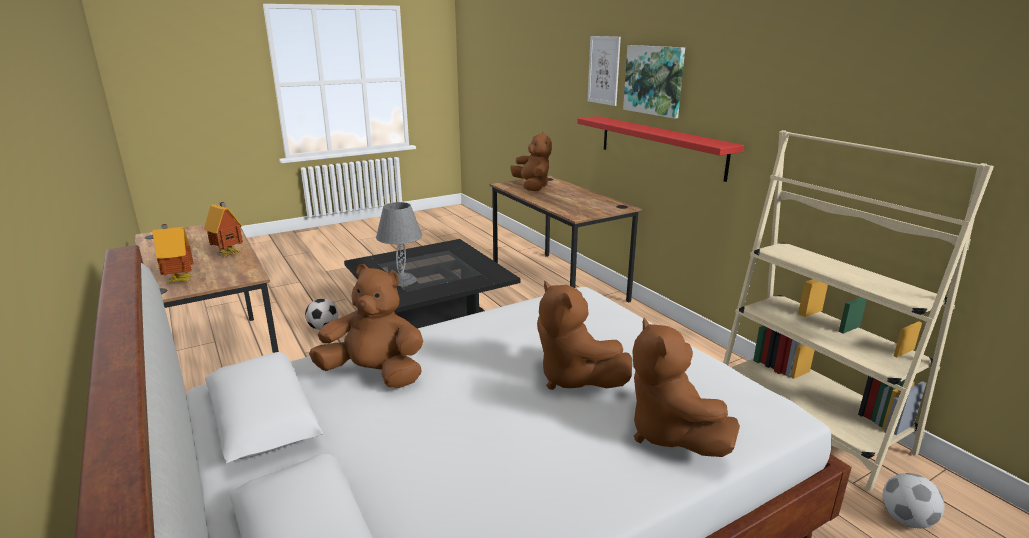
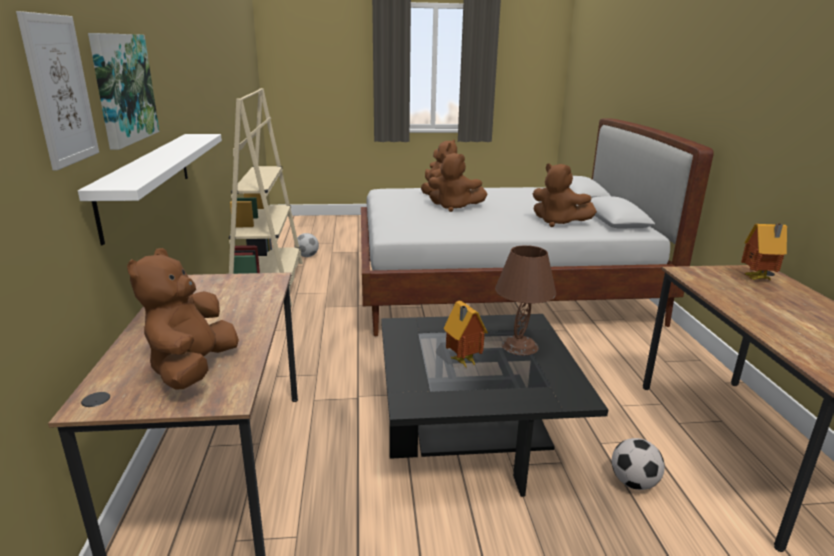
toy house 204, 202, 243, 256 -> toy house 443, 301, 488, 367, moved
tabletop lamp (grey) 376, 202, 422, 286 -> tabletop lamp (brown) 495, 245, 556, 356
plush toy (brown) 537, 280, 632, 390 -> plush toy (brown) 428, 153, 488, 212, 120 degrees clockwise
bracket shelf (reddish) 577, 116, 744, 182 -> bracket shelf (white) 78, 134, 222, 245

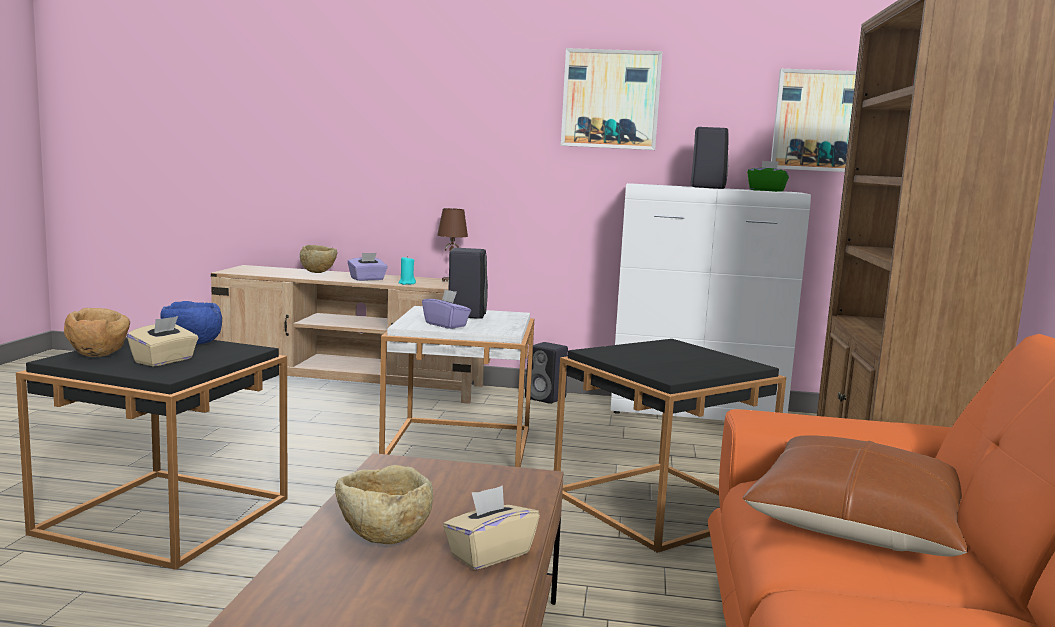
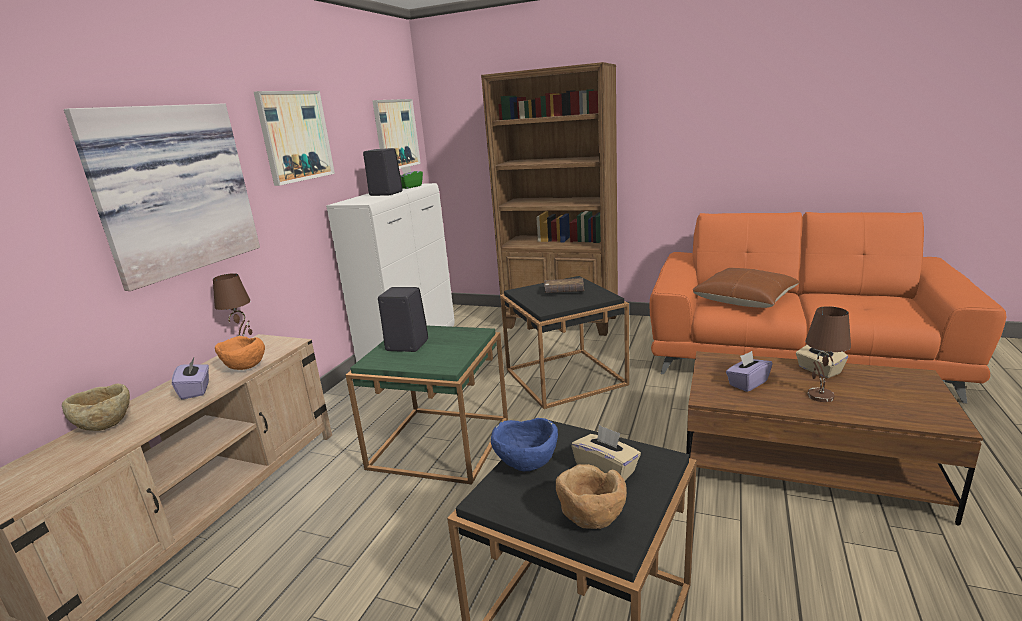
bowl (sand-coloured) 335, 465, 433, 544 -> tabletop lamp (brown) 805, 306, 851, 402
end table (white) 379, 306, 534, 467 -> end table (greenish) 346, 326, 508, 485
candle (blue-green) 398, 256, 416, 285 -> bowl (orange) 215, 336, 265, 370
tissue holder (purple-coloured) 422, 289, 471, 329 -> tissue holder (purple-coloured) 726, 351, 773, 392, moved
loudspeaker (blackish) 525, 342, 568, 404 -> none
none -> wall picture 64, 103, 260, 291
none -> book (brown) 544, 278, 584, 293

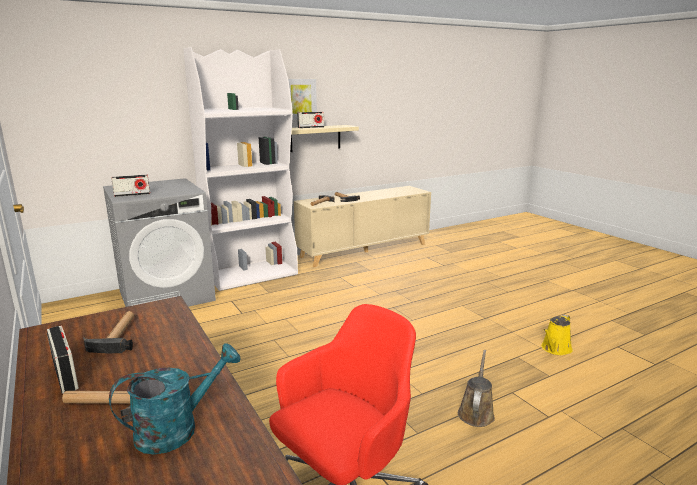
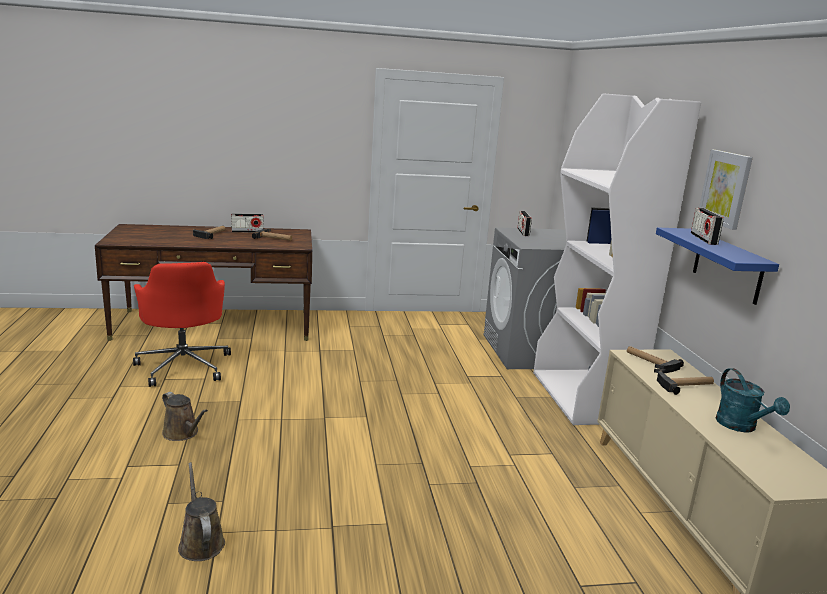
watering pot (blue-green) 109, 343, 241, 454 -> watering pot (blue-green) 716, 368, 790, 432, moved
bracket shelf (sand-coloured) 290, 125, 359, 152 -> bracket shelf (blue-coloured) 656, 227, 779, 305
watering pot (yellowish) 541, 315, 573, 355 -> watering pot (brown) 178, 462, 225, 561

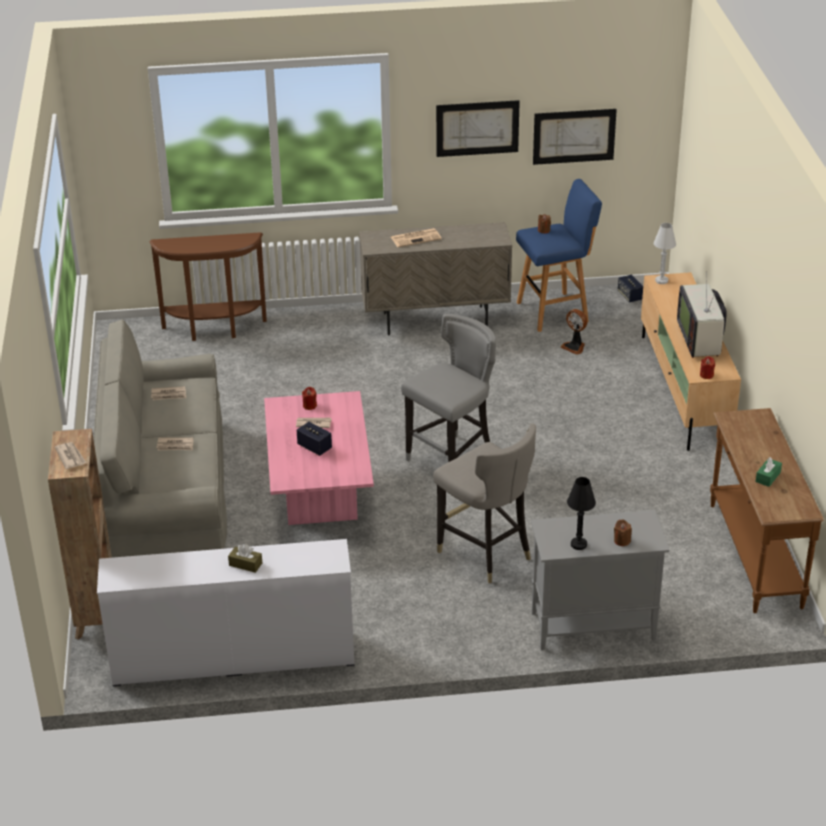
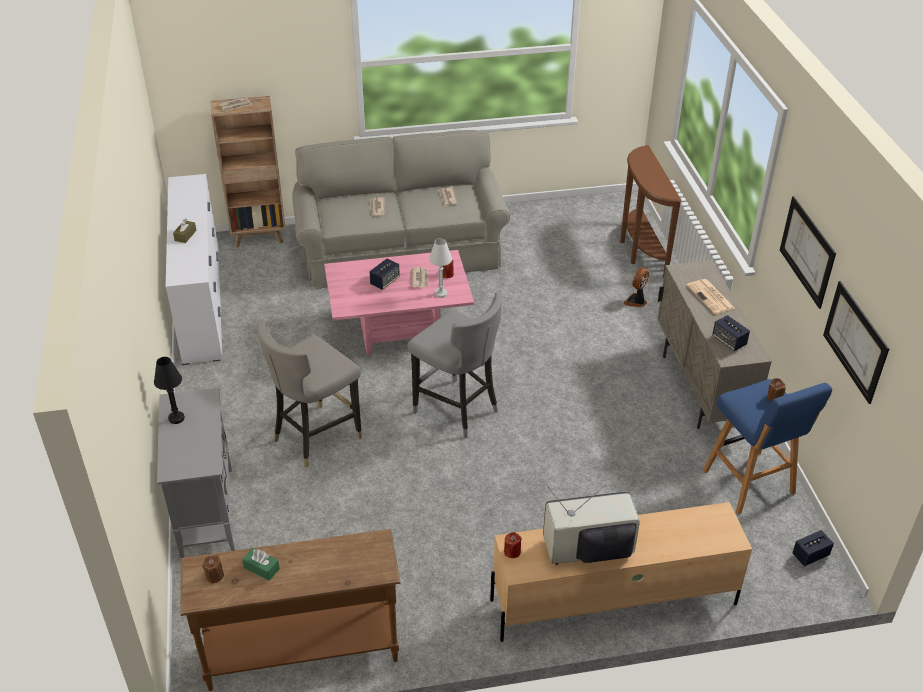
electric fan 560, 309, 588, 355 -> electric fan 623, 268, 649, 307, moved
candle (brown) 614, 519, 632, 546 -> candle (brown) 202, 555, 224, 584, moved
tabletop lamp (white) 654, 223, 676, 284 -> tabletop lamp (white) 429, 238, 452, 298, moved
none -> loudspeaker 712, 315, 750, 351

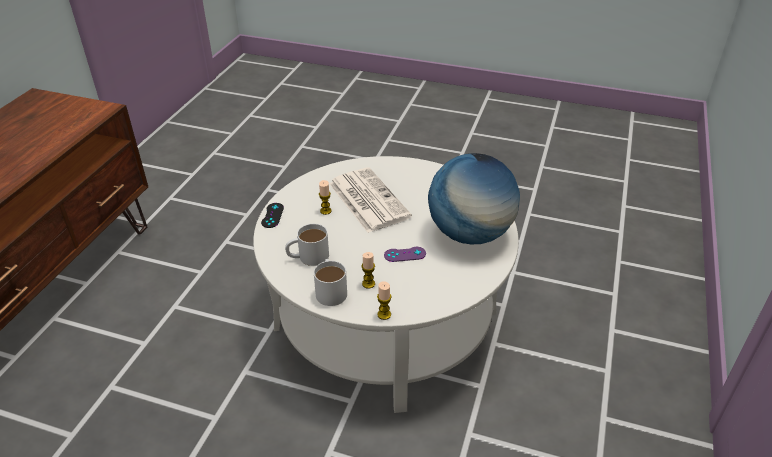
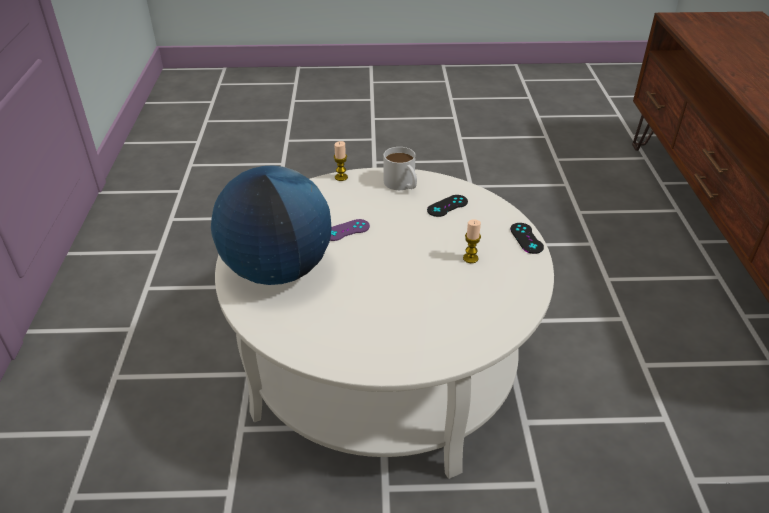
coffee mug (white) 285, 224, 329, 266 -> joypad (blackish) 427, 195, 468, 217
daily paper 329, 168, 412, 233 -> none
candle 361, 252, 375, 289 -> none

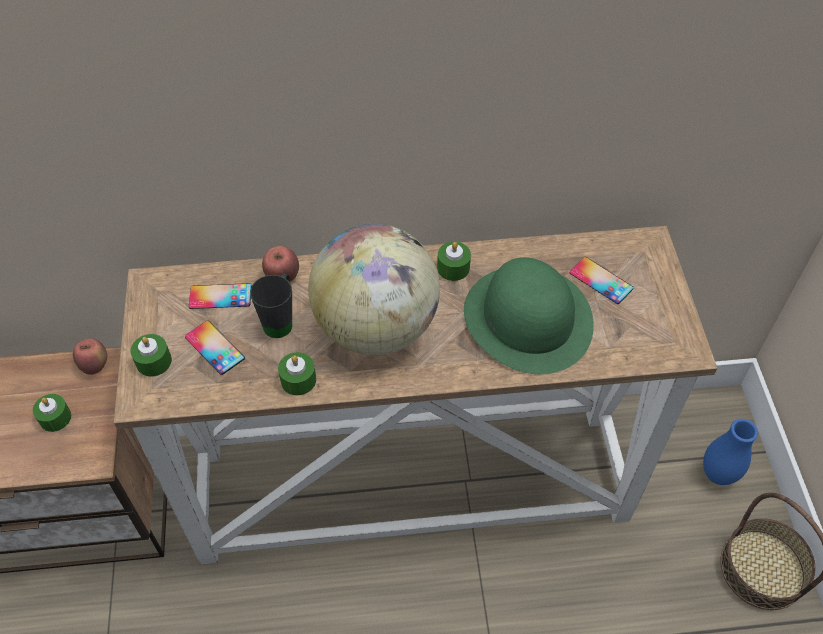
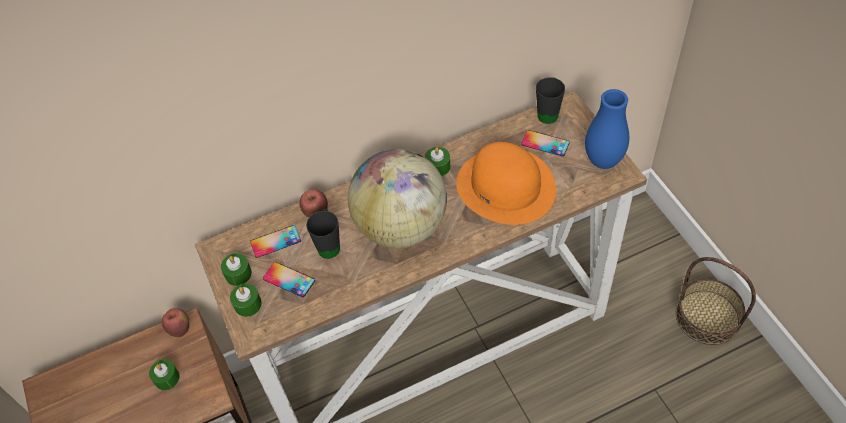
candle (greenish) 278, 352, 316, 395 -> candle (greenish) 221, 253, 252, 286, moved
hat (greenish) 464, 257, 594, 374 -> hat (orange) 456, 142, 556, 225
decorative vase (blue-coloured) 703, 419, 758, 485 -> decorative vase (blue-coloured) 585, 89, 629, 169, moved
none -> coffee mug (blackish) 536, 77, 565, 124

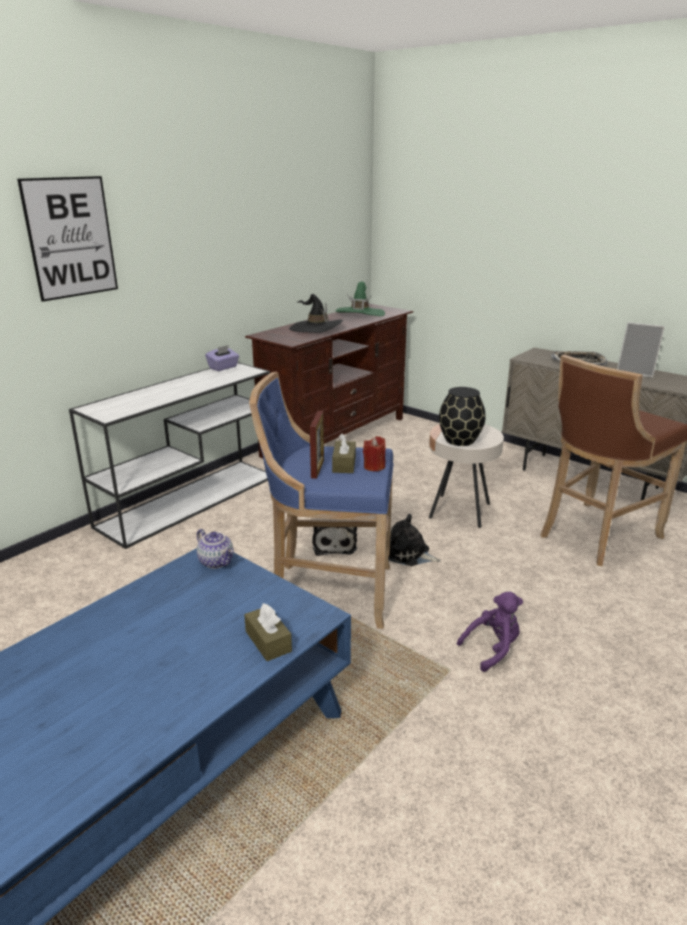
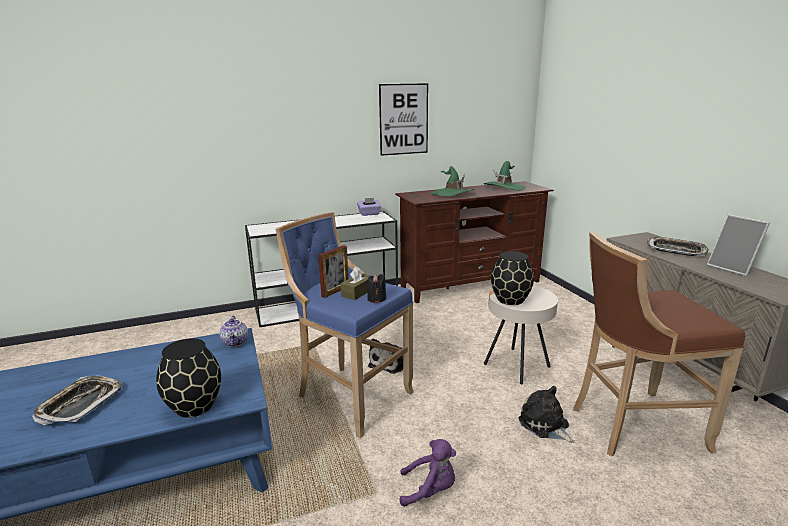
wall picture 17, 176, 118, 302 -> wall picture 379, 83, 428, 156, moved
tissue holder (brown) 244, 603, 292, 661 -> decorative vase (blackish) 156, 338, 221, 418
hat (blackish) 289, 294, 343, 333 -> hat (greenish) 430, 166, 474, 196
candle (reddish) 363, 436, 386, 472 -> candle (blackish) 366, 274, 386, 303
plush toy 388, 514, 441, 566 -> plush toy 519, 386, 575, 443, moved
none -> serving tray 32, 376, 123, 425

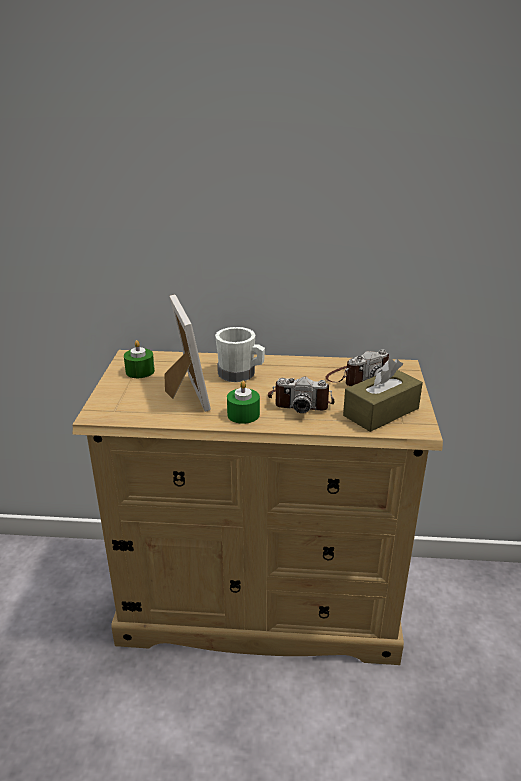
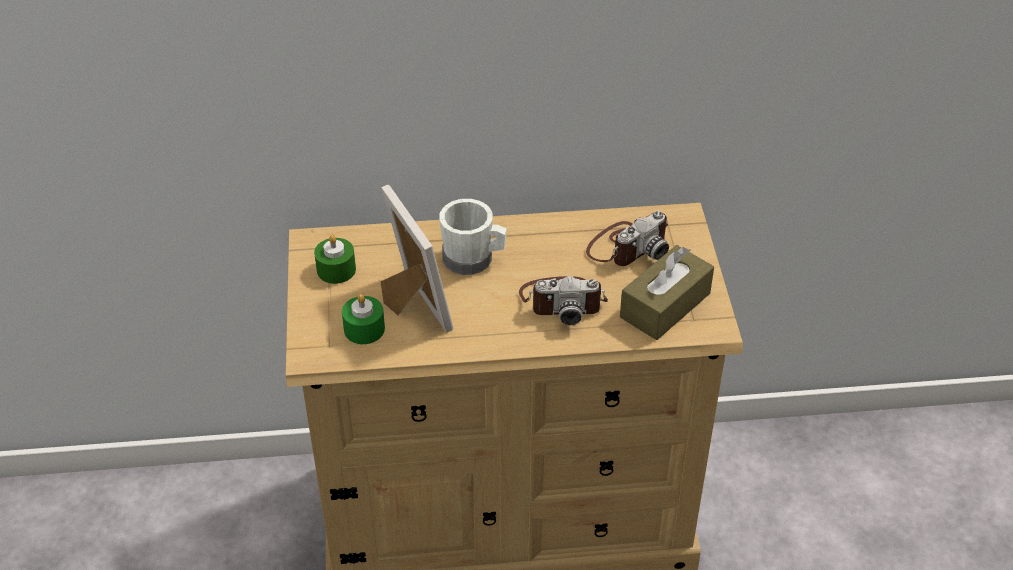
candle (greenish) 227, 381, 260, 424 -> candle (greenish) 342, 294, 385, 344, moved

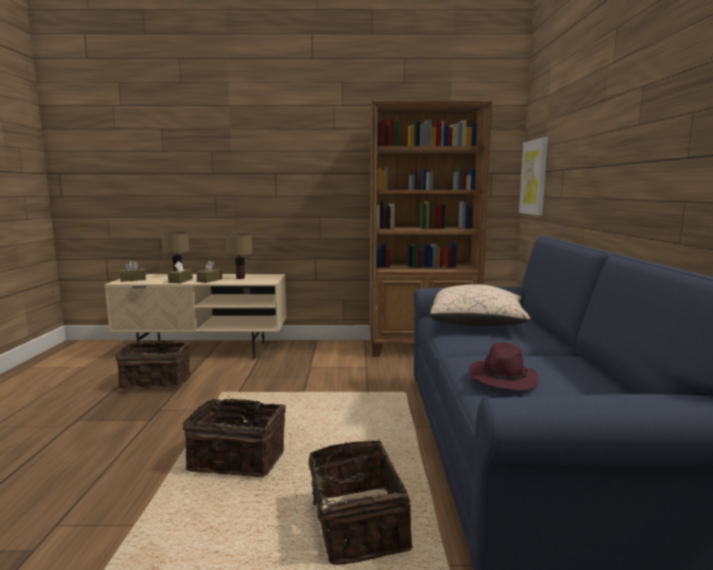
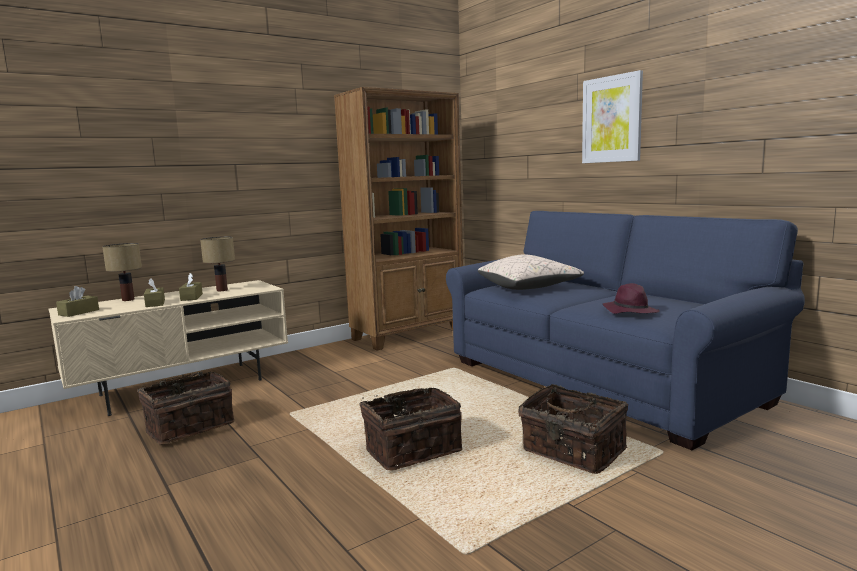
wall picture 519, 137, 548, 216 -> wall picture 582, 70, 643, 163, moved

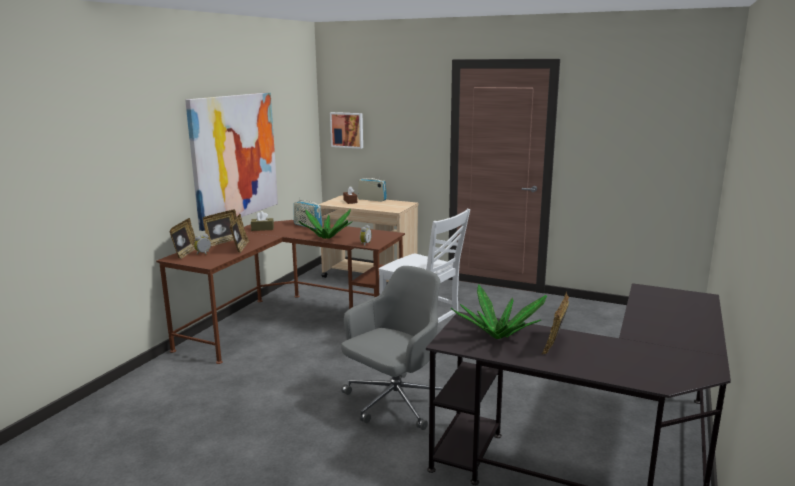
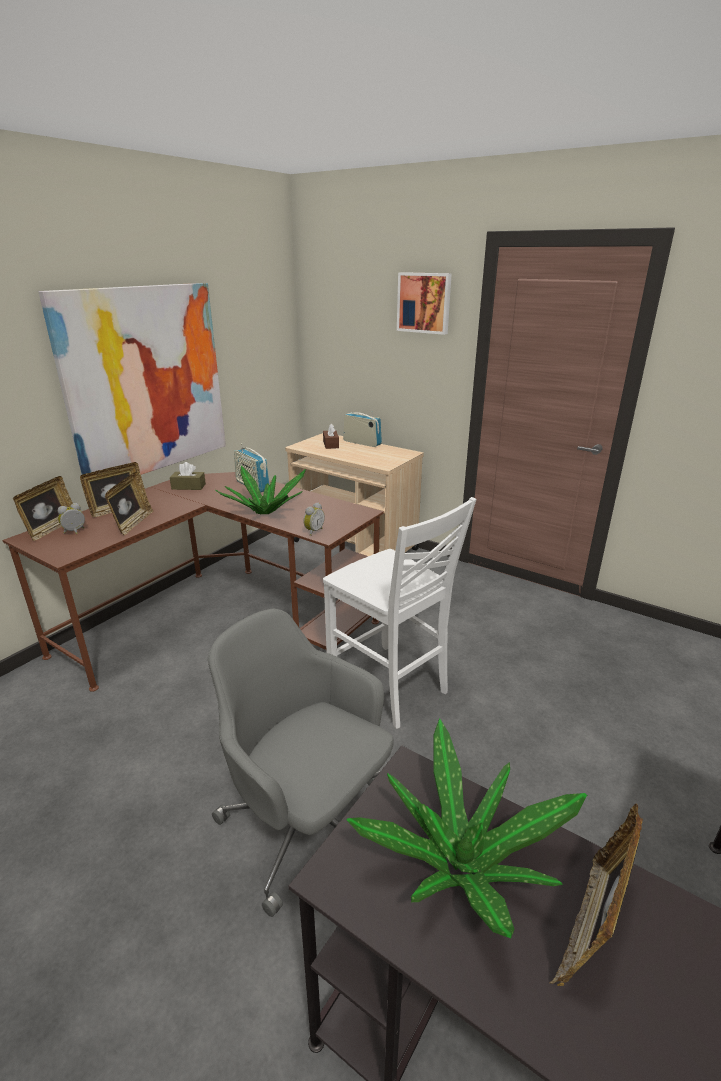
wall picture 330, 112, 363, 149 -> wall picture 397, 272, 452, 335, moved
desk chair (grey) 341, 266, 443, 430 -> desk chair (grey) 208, 609, 394, 917, 105 degrees counterclockwise

